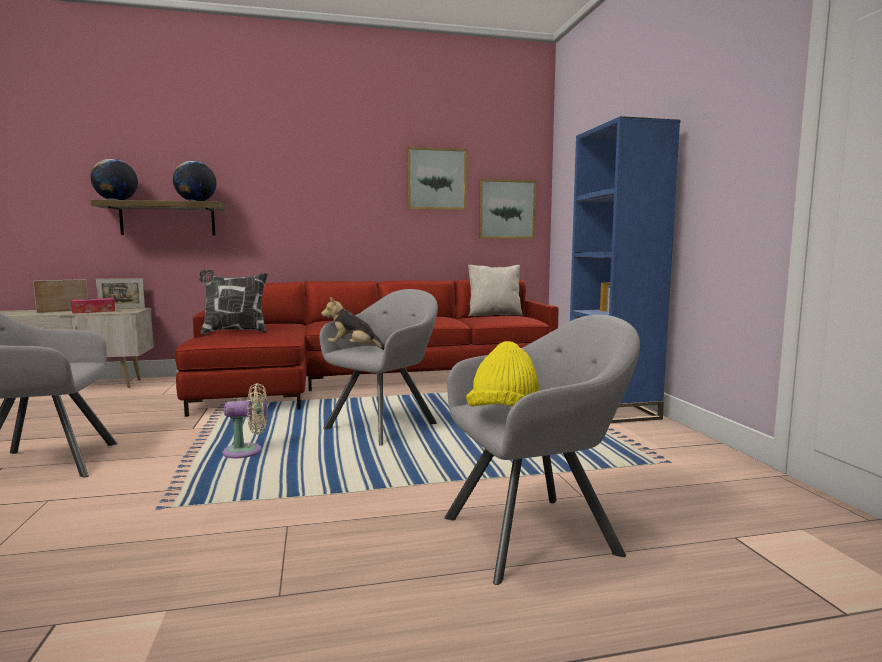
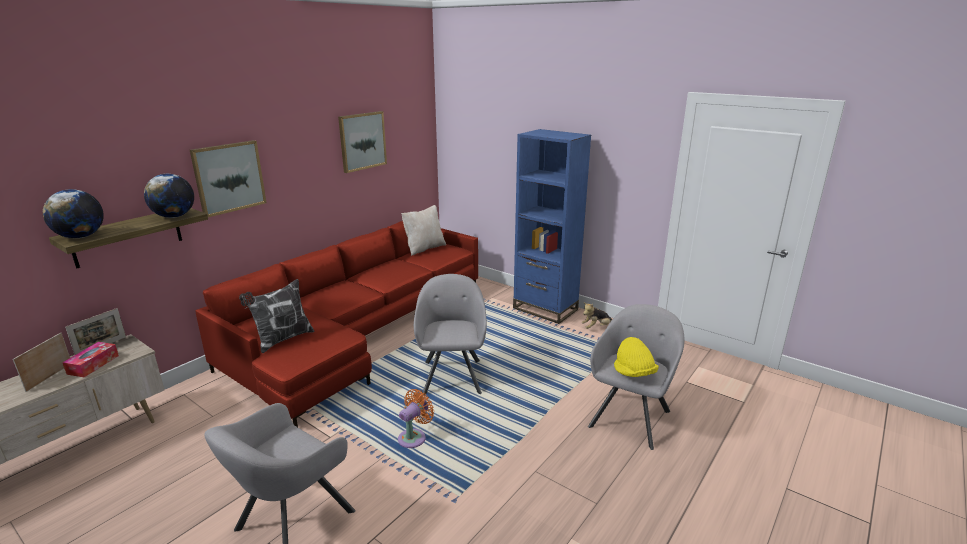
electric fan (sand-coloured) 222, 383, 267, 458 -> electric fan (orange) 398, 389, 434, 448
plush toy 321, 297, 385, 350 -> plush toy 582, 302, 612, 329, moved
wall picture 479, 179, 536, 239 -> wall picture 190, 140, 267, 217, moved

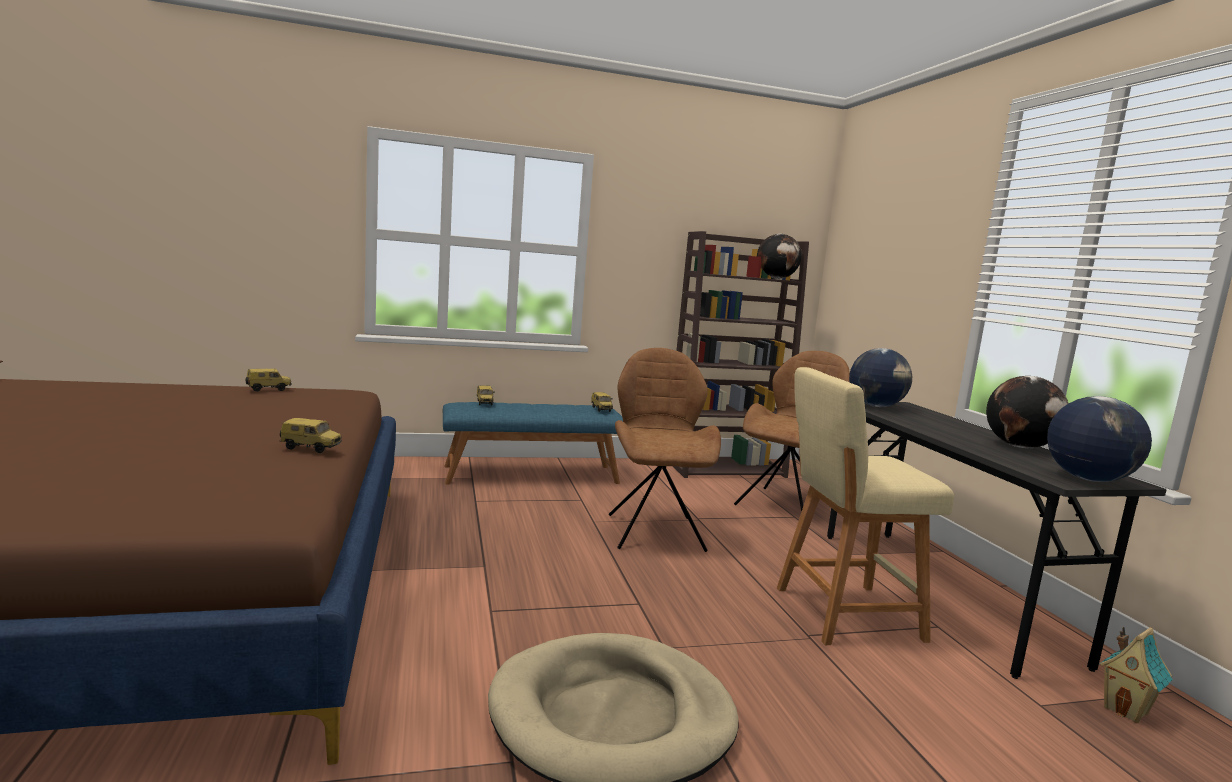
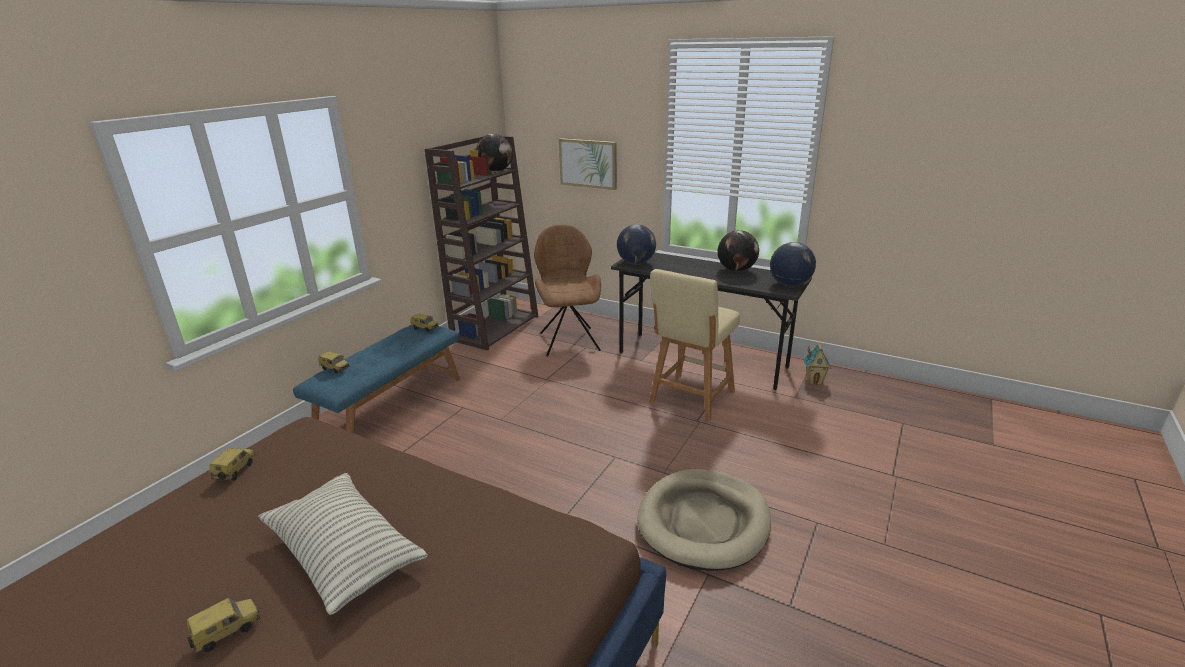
miniature car 280, 418, 342, 453 -> miniature car 187, 598, 260, 653, moved
upright chair (brown) 609, 348, 721, 552 -> none
none -> pillow 258, 473, 428, 615
none -> wall picture 559, 138, 617, 190

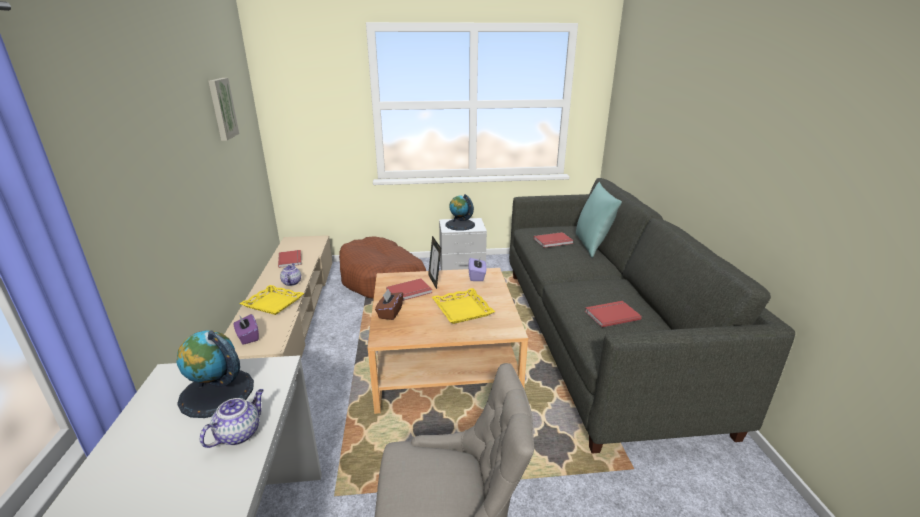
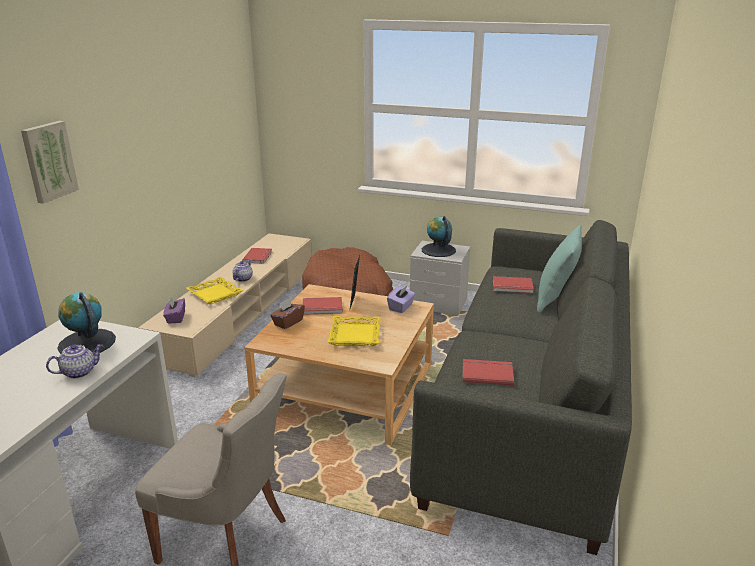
wall picture 208, 78, 239, 141 -> wall picture 21, 121, 79, 204, moved

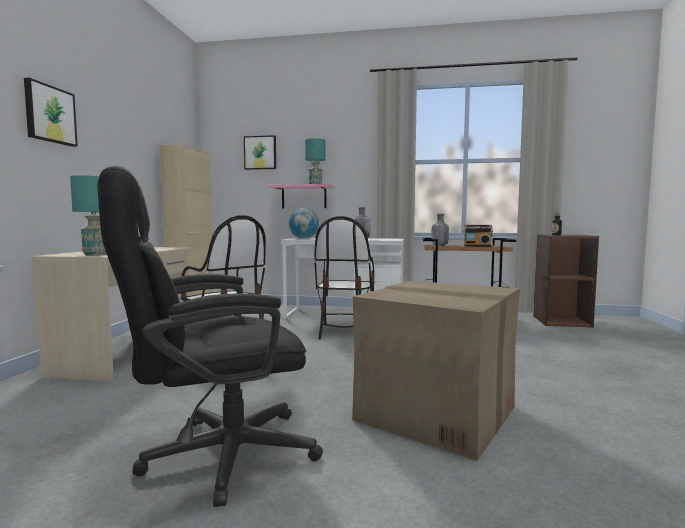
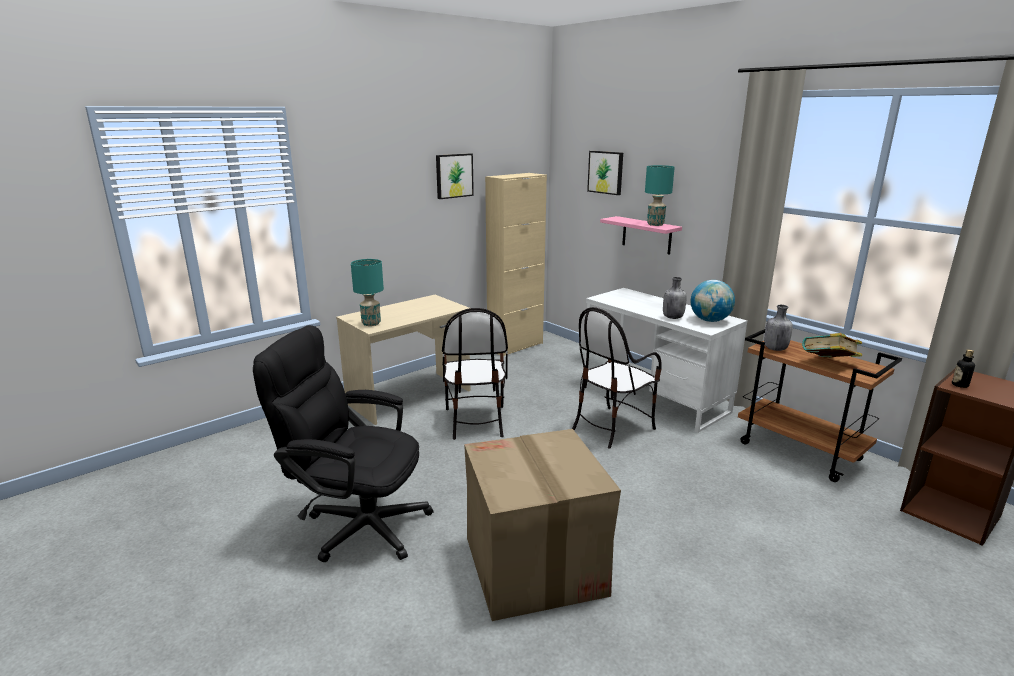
wall picture 24, 78, 78, 147 -> wall picture 436, 153, 474, 199, moved
globe 289, 208, 319, 239 -> globe 691, 280, 735, 322, moved
radio receiver 463, 225, 493, 247 -> book 802, 333, 862, 358

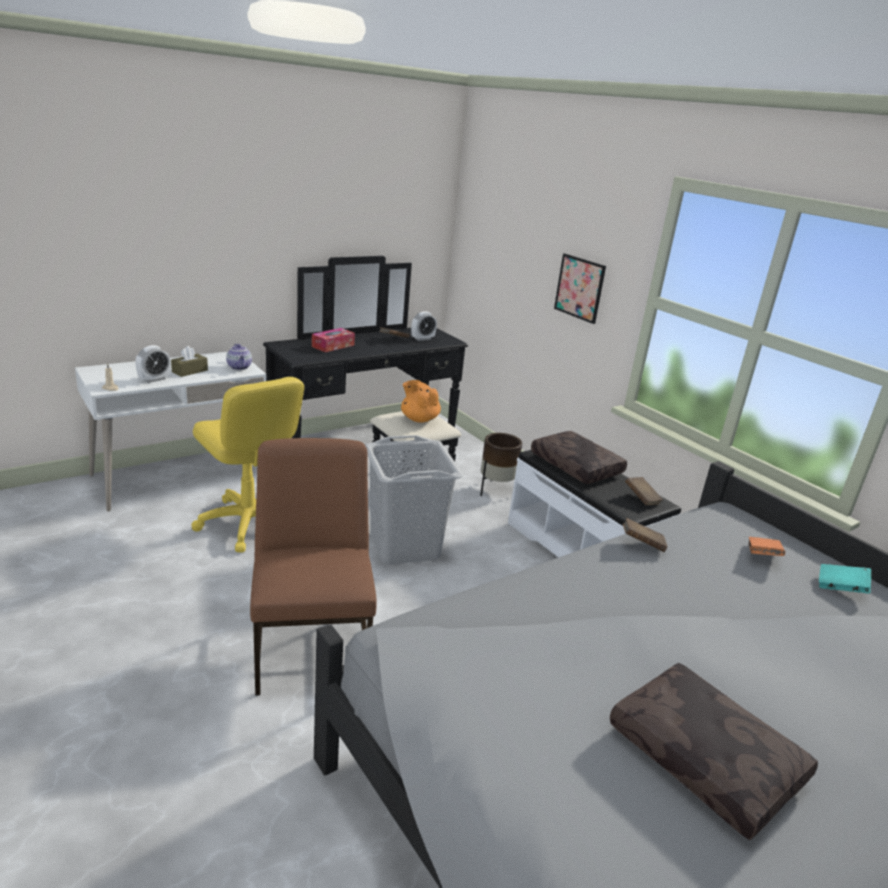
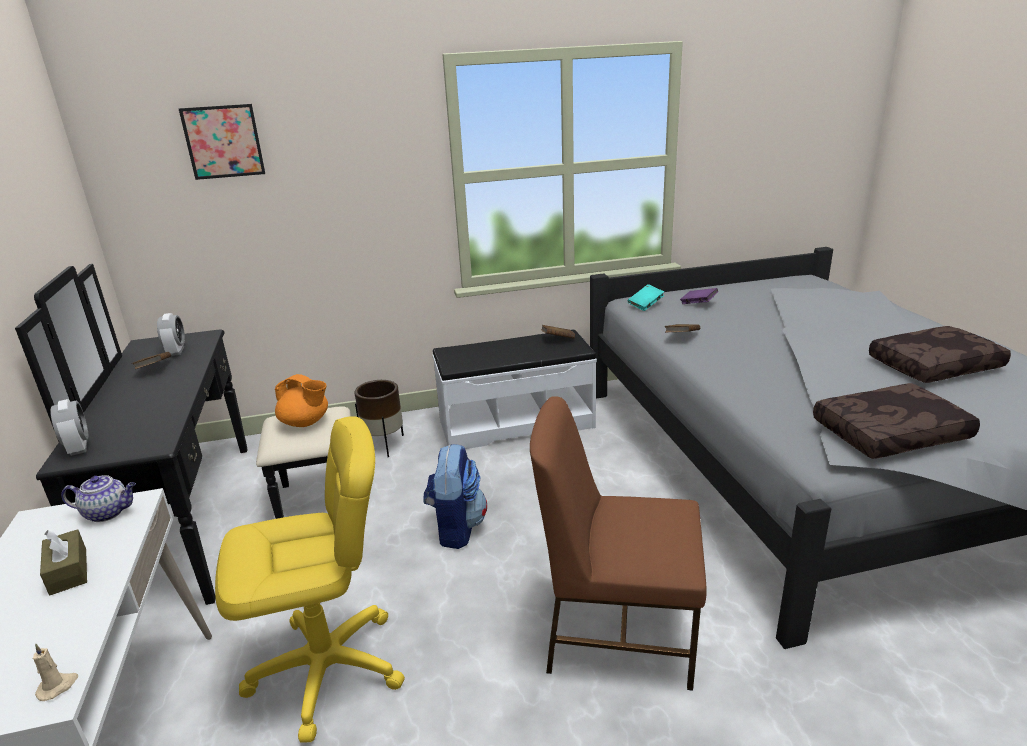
bedside clock 135, 345, 171, 383 -> bedside clock 50, 399, 88, 456, moved
tissue holder 312, 328, 355, 352 -> none
washing basket (grey) 365, 435, 463, 564 -> rucksack 423, 444, 487, 549
teapot (orange) 401, 380, 441, 423 -> teapot (orange) 275, 374, 328, 427, 135 degrees counterclockwise
pillow (brown) 531, 431, 627, 484 -> pillow (brown) 813, 383, 980, 459, moved
wall picture 554, 253, 606, 324 -> wall picture 179, 104, 265, 180, moved
book (orange) 749, 537, 785, 556 -> book (purple-coloured) 680, 288, 718, 304
book (blue-green) 819, 564, 871, 594 -> book (blue-green) 628, 284, 664, 311, moved

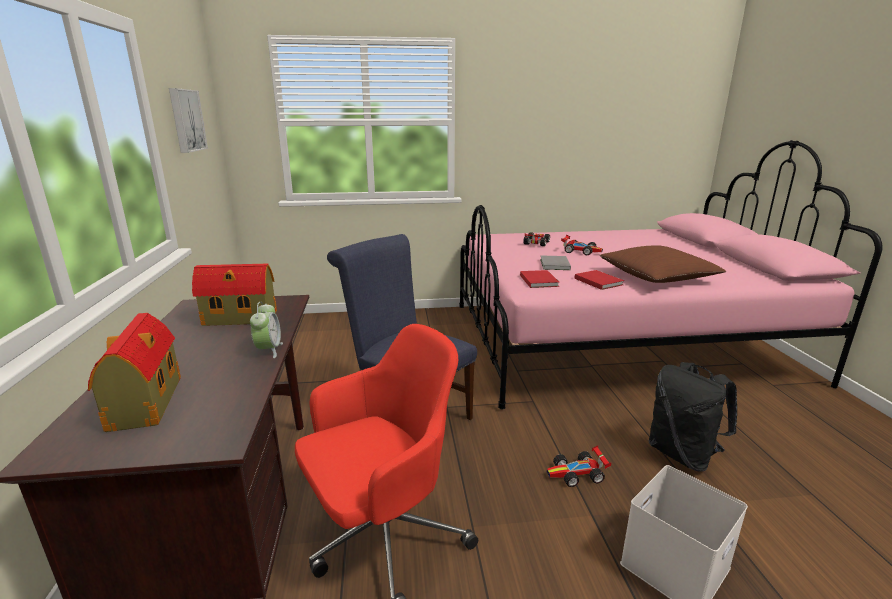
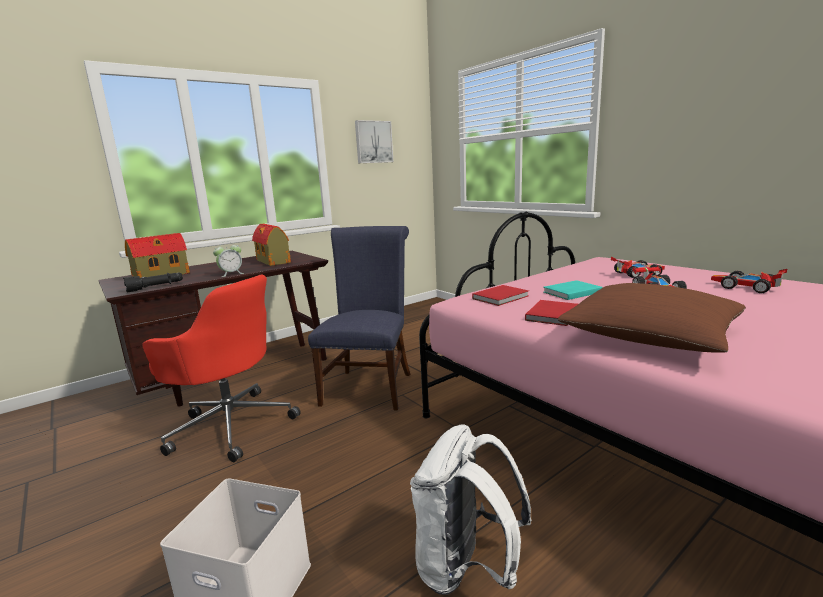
book (grey) 540, 255, 571, 270 -> book (blue-green) 544, 280, 603, 300
miniature car 547, 445, 611, 487 -> miniature car 711, 269, 787, 293, moved
rucksack (blackish) 649, 362, 737, 472 -> rucksack (white) 410, 424, 532, 595
none -> torch (blackish) 123, 272, 183, 292

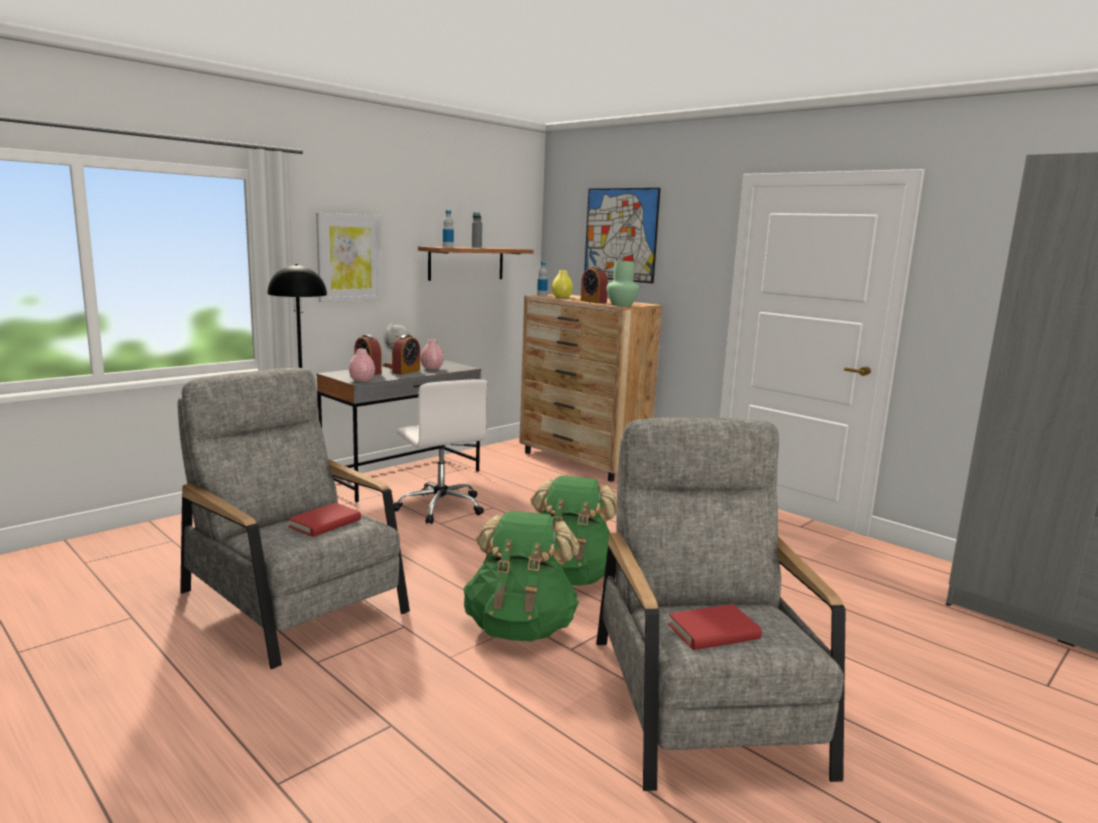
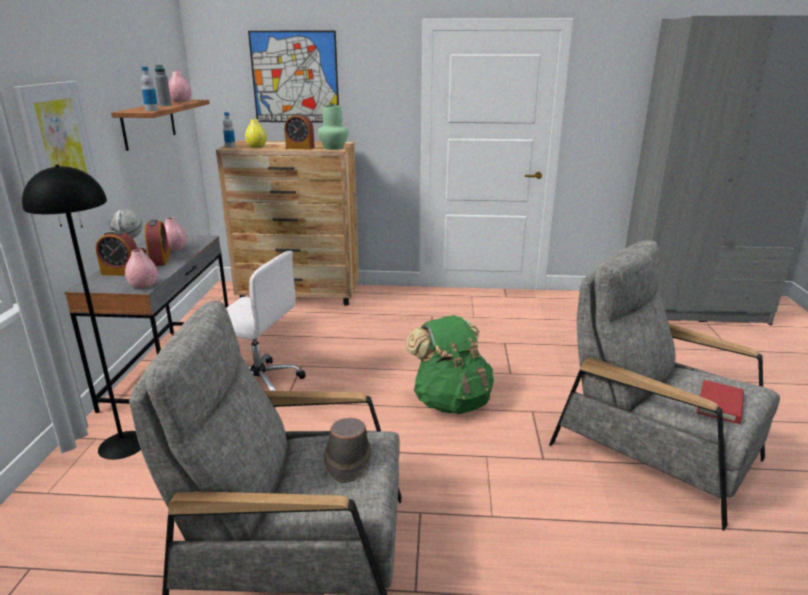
book (reddish) 288, 503, 361, 537 -> hat (brown) 324, 418, 371, 483
rucksack (greenish) 463, 511, 579, 641 -> none
none -> decorative vase (pink-coloured) 168, 71, 192, 102

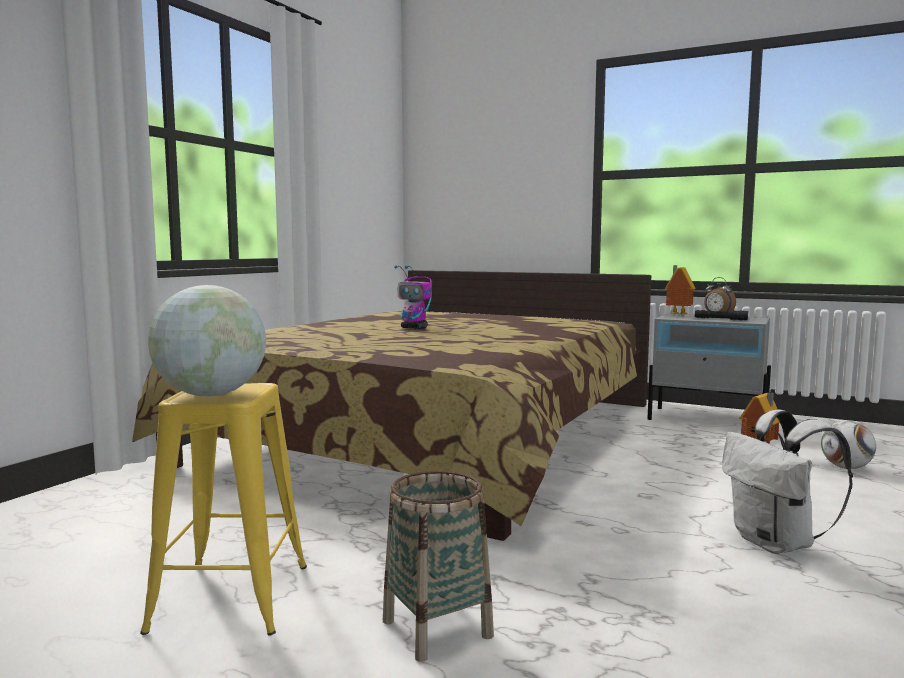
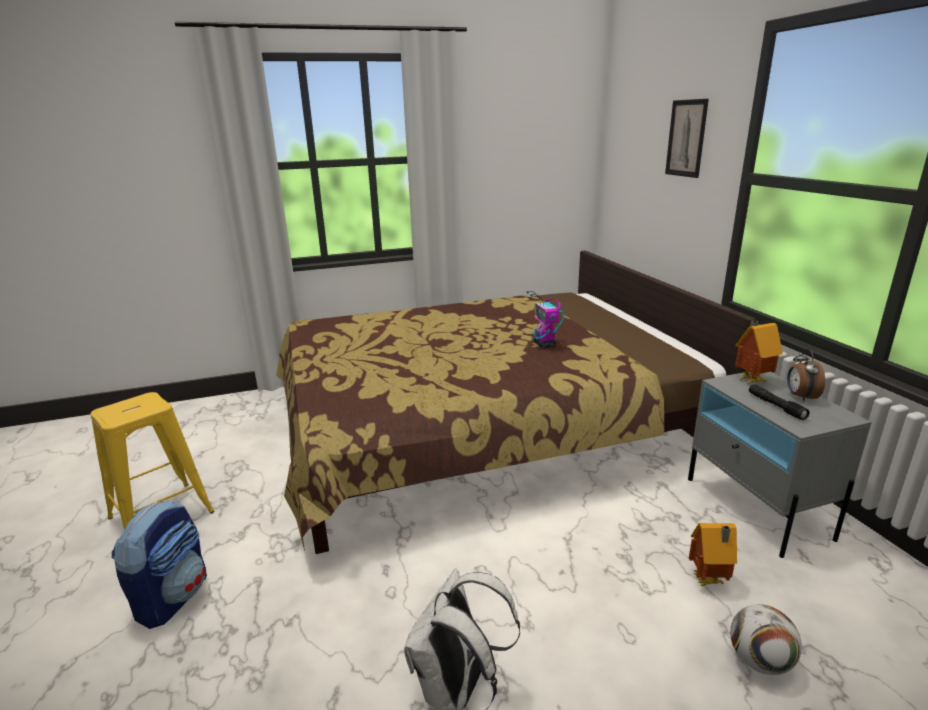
globe 148, 285, 266, 397 -> none
household basket 383, 470, 494, 662 -> rucksack 112, 500, 207, 629
robot figure 394, 266, 432, 329 -> robot figure 526, 291, 565, 348, moved
none -> wall picture 665, 99, 709, 178

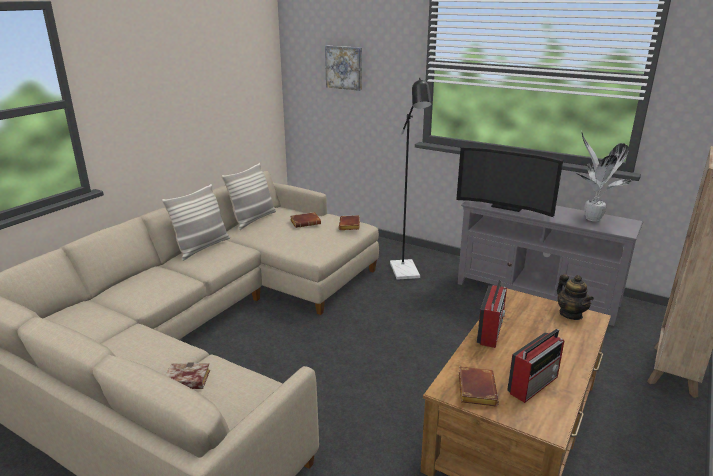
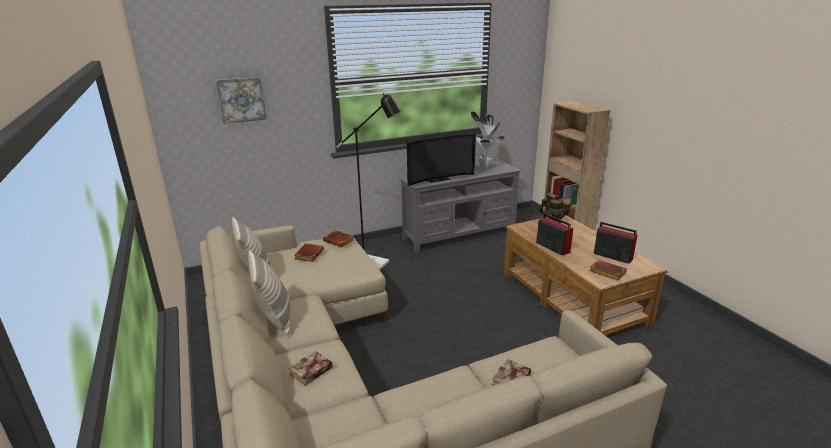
radio receiver 507, 329, 564, 403 -> radio receiver 594, 222, 638, 264, 45 degrees counterclockwise
none -> book 289, 352, 333, 386

